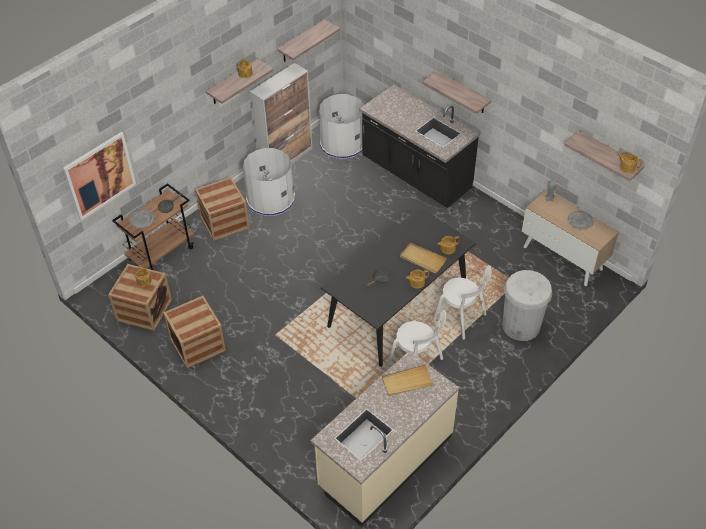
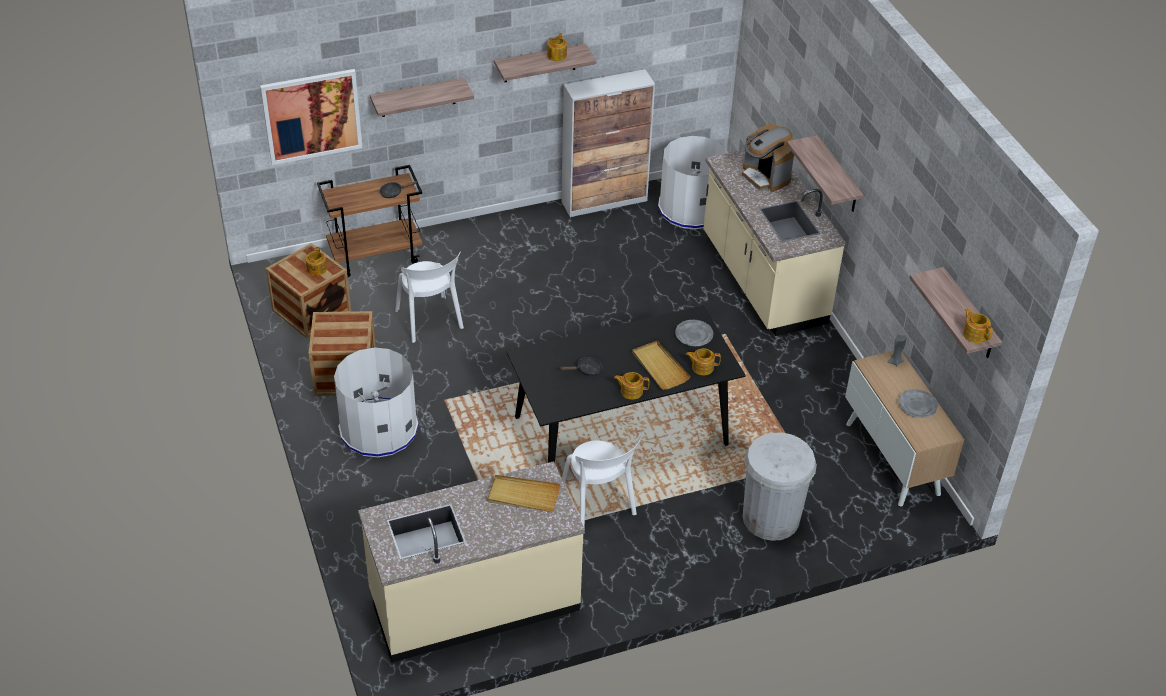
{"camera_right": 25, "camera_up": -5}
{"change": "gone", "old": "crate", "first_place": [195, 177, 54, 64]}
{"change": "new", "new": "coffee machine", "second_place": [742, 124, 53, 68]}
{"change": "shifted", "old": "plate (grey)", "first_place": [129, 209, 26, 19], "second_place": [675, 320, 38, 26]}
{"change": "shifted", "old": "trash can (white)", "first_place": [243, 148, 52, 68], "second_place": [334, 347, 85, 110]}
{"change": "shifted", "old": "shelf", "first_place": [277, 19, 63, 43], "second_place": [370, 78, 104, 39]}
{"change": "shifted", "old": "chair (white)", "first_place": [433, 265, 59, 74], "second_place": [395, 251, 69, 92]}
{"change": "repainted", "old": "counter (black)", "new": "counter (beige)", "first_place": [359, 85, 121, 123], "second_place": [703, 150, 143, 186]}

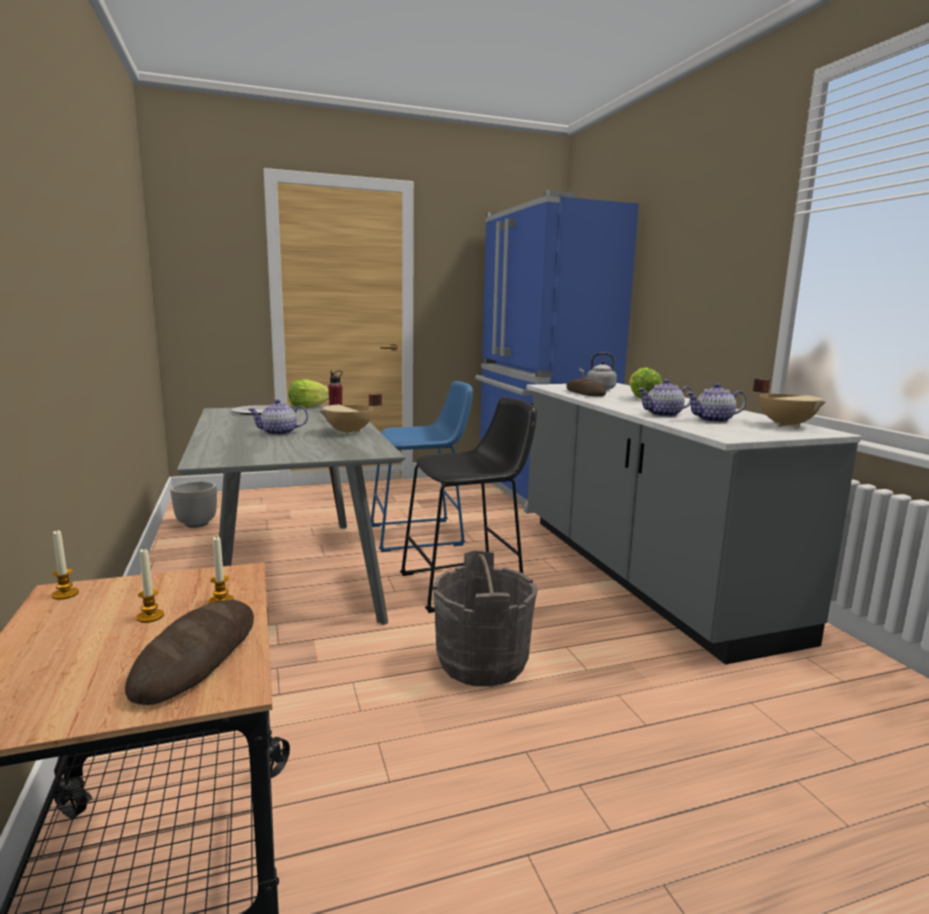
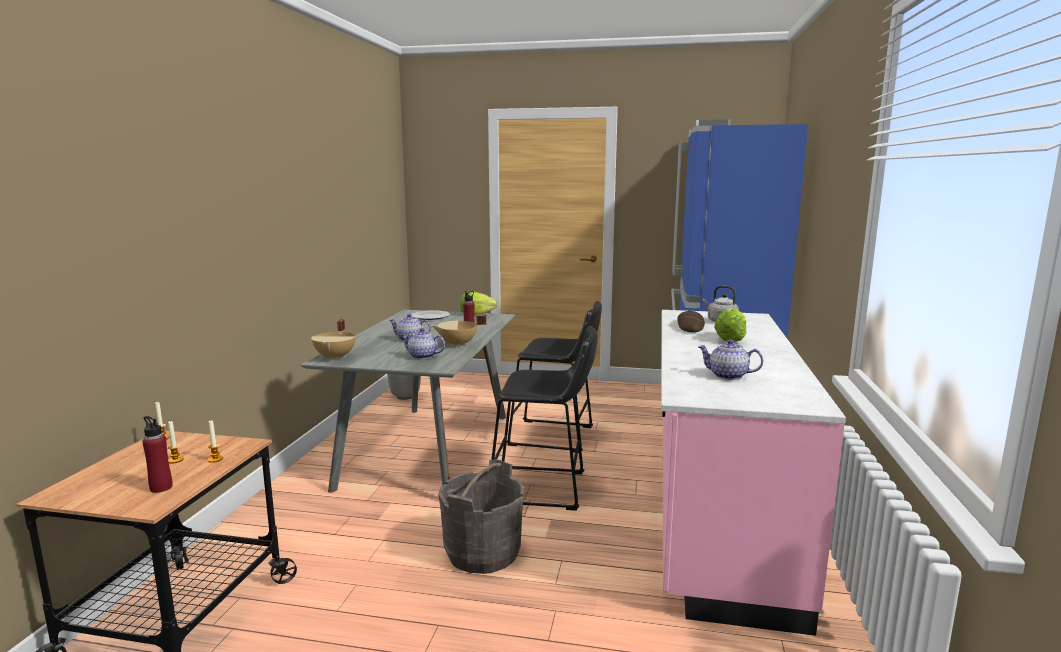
{"camera_right": 30, "camera_up": 0}
{"change": "shifted", "old": "teapot", "first_place": [638, 379, 55, 38], "second_place": [400, 328, 45, 31]}
{"change": "shifted", "old": "cooking pot (beige)", "first_place": [753, 378, 73, 50], "second_place": [311, 319, 45, 41]}
{"change": "swapped", "old": "bread", "new": "bottle (red)", "first_place": [125, 600, 129, 105], "second_place": [142, 416, 31, 77]}
{"change": "repainted", "old": "stool (blue)", "new": "stool (black)", "first_place": [371, 381, 102, 171], "second_place": [507, 301, 95, 152]}
{"change": "repainted", "old": "counter (grey)", "new": "counter (pink)", "first_place": [526, 383, 335, 282], "second_place": [661, 310, 185, 326]}

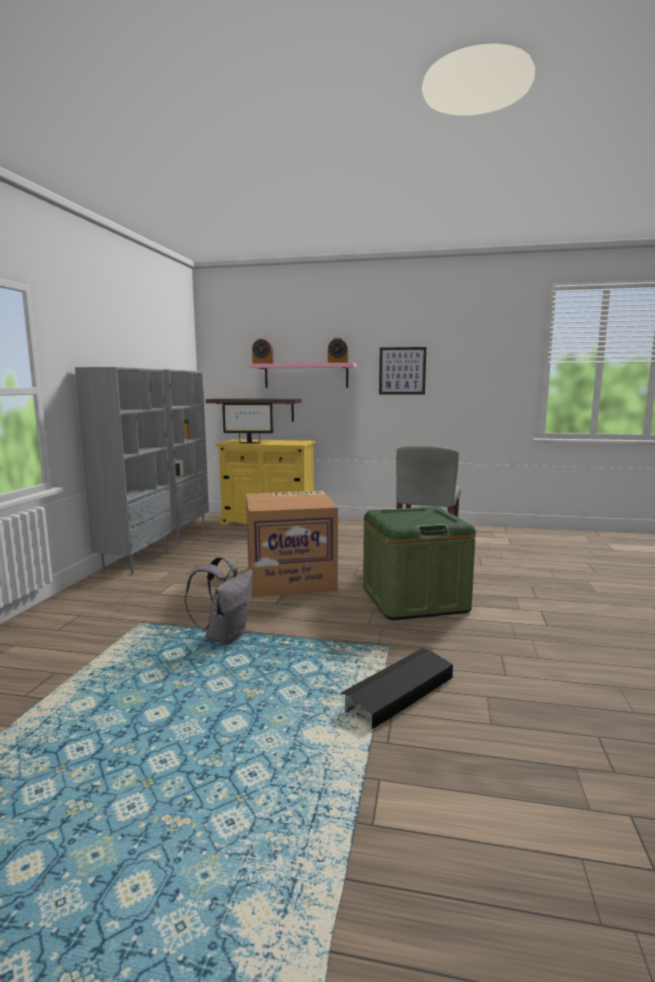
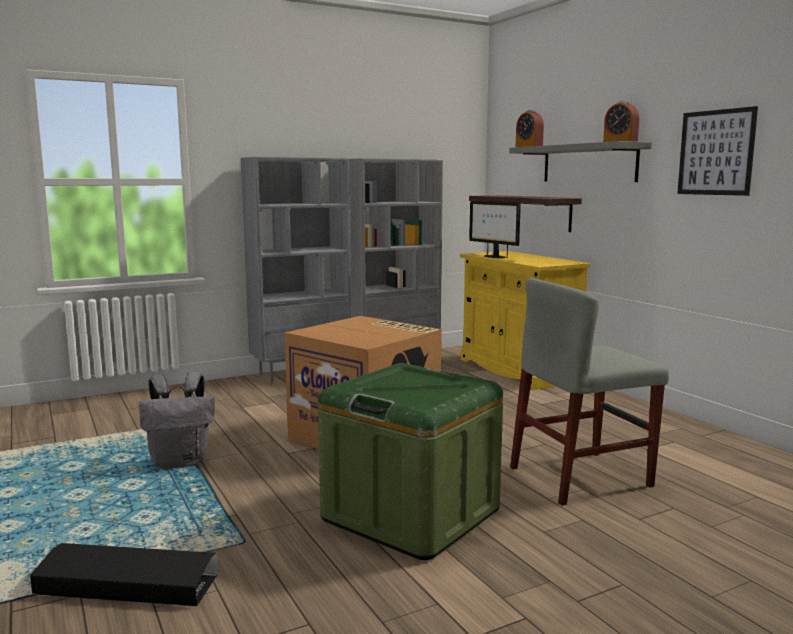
{"camera_right": 50, "camera_up": 0}
{"change": "repainted", "old": "shelf (pink)", "new": "shelf (grey)", "first_place": [248, 363, 109, 25], "second_place": [509, 141, 143, 41]}

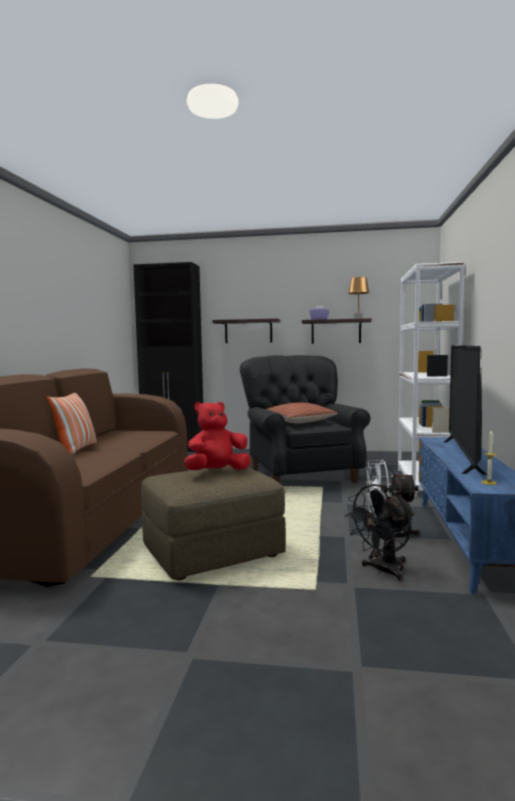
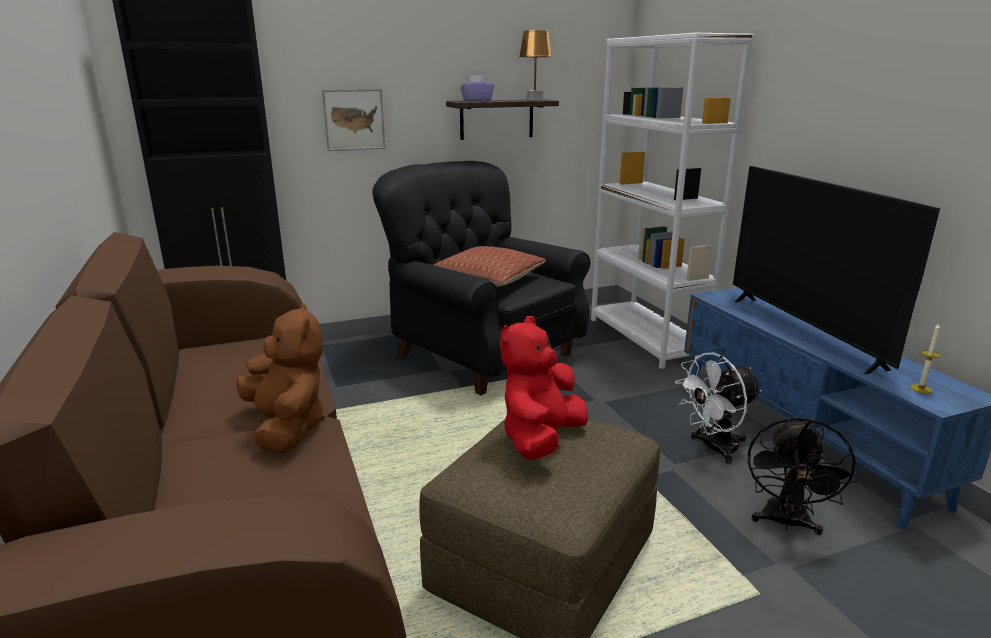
{"camera_right": -30, "camera_up": 15}
{"change": "gone", "old": "pillow", "first_place": [47, 393, 50, 62]}
{"change": "new", "new": "plush toy (brown)", "second_place": [237, 303, 88, 150]}
{"change": "swapped", "old": "shelf", "new": "picture", "first_place": [212, 318, 68, 25], "second_place": [322, 89, 63, 62]}

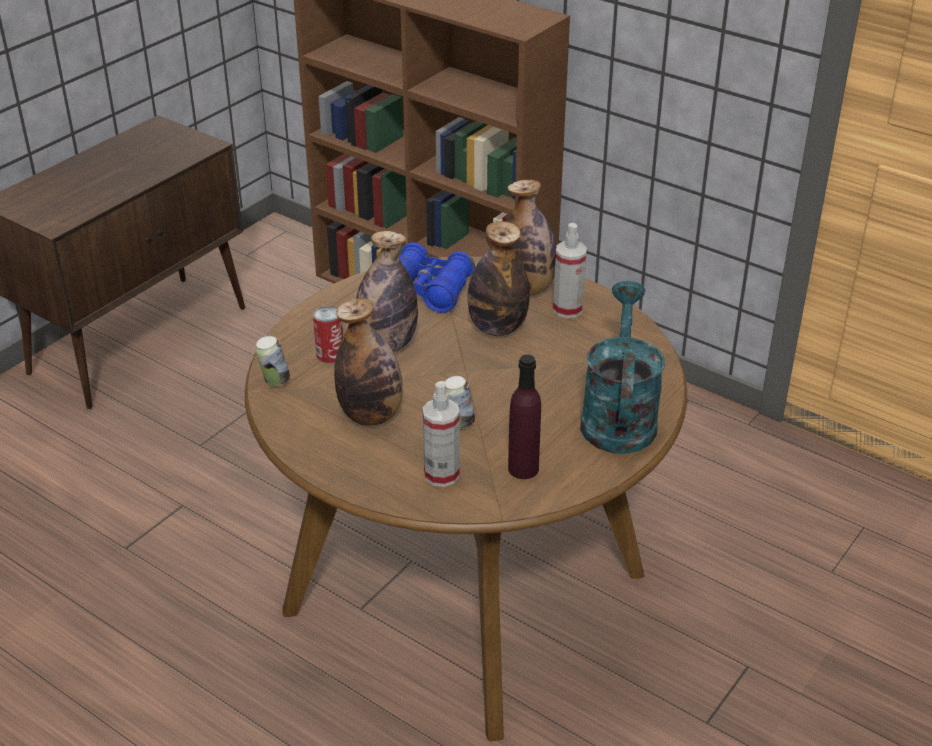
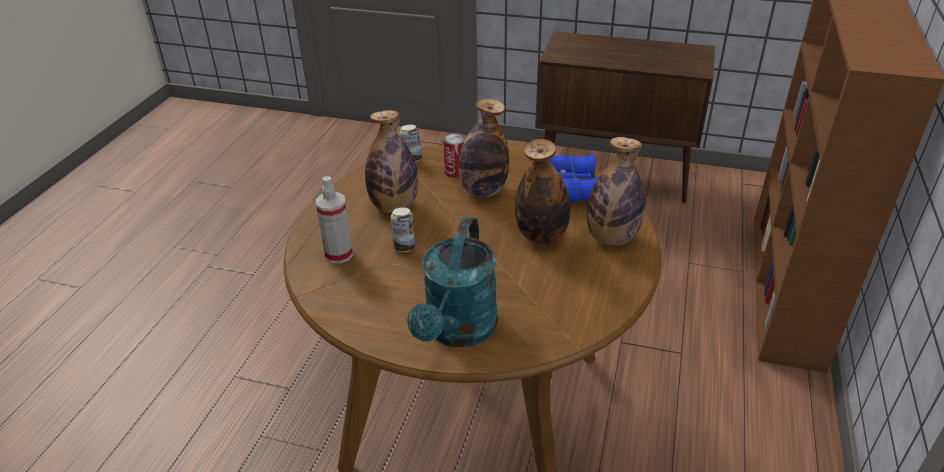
{"camera_right": 70, "camera_up": 0}
{"change": "gone", "old": "bottle (purple)", "first_place": [508, 355, 33, 124]}
{"change": "gone", "old": "spray bottle", "first_place": [553, 223, 34, 95]}
{"change": "rotated", "old": "watering can (turquoise)", "first_place": [580, 281, 85, 173], "second_place": [407, 217, 91, 130], "degrees": 120}

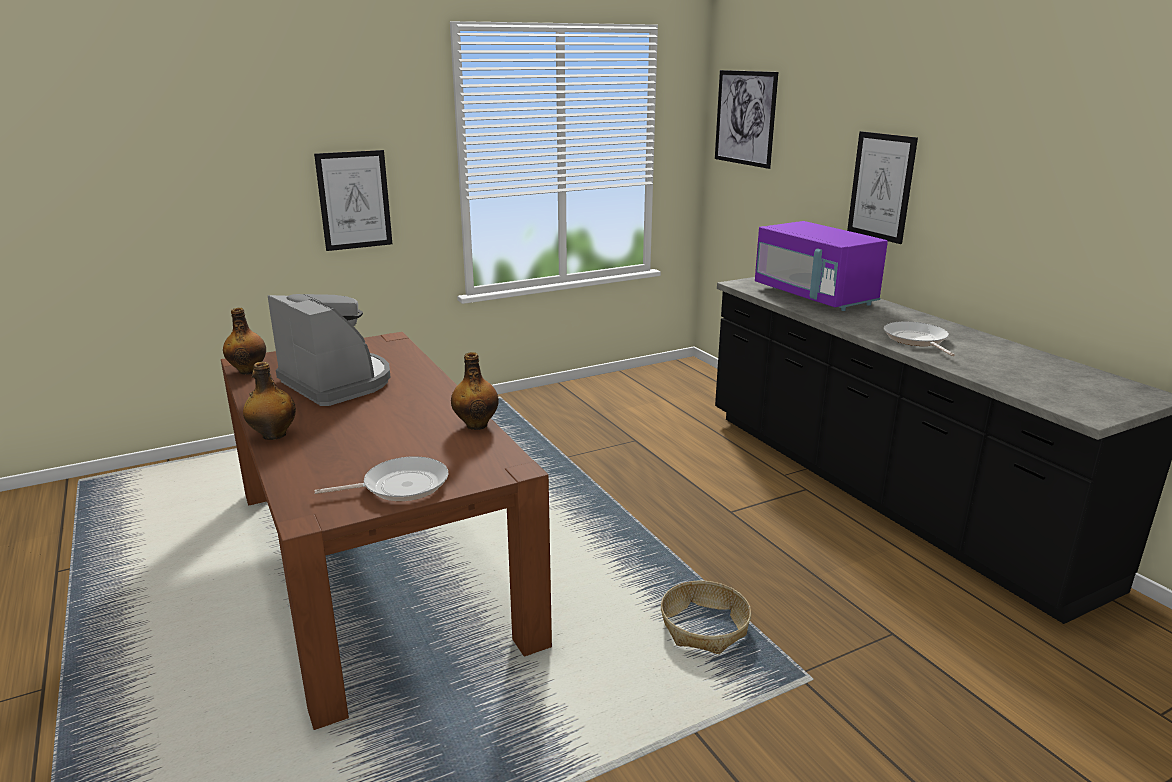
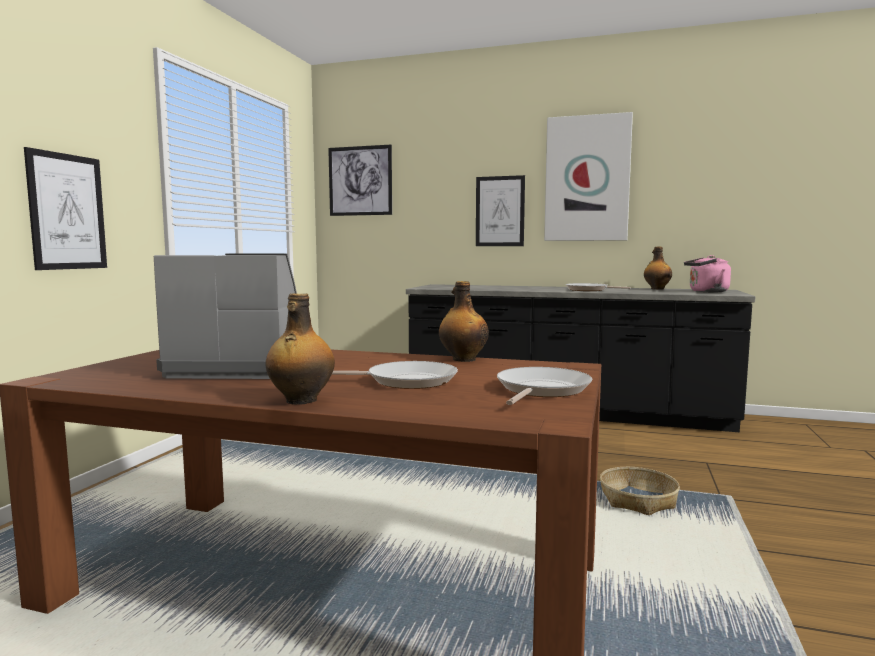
{"camera_right": -45, "camera_up": -15}
{"change": "gone", "old": "microwave (purple)", "first_place": [755, 221, 133, 90]}
{"change": "new", "new": "frying pan", "second_place": [332, 361, 126, 28]}
{"change": "new", "new": "picture", "second_place": [544, 112, 89, 129]}
{"change": "new", "new": "kettle (pink)", "second_place": [684, 255, 47, 37]}
{"change": "shifted", "old": "bottle", "first_place": [223, 308, 43, 67], "second_place": [644, 247, 28, 42]}

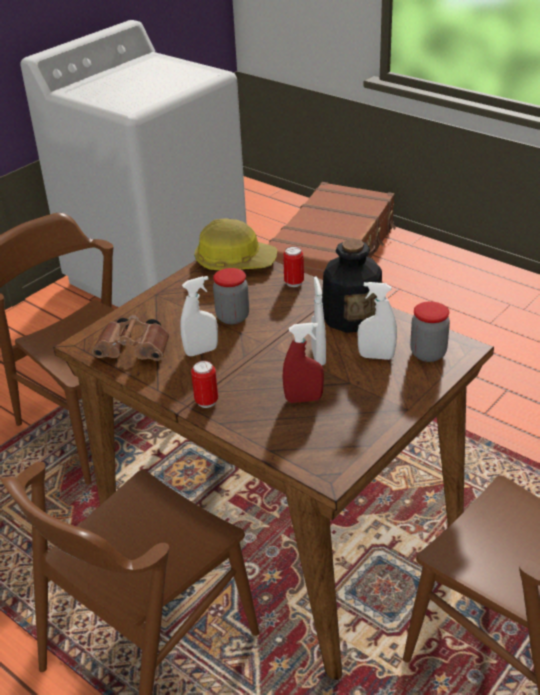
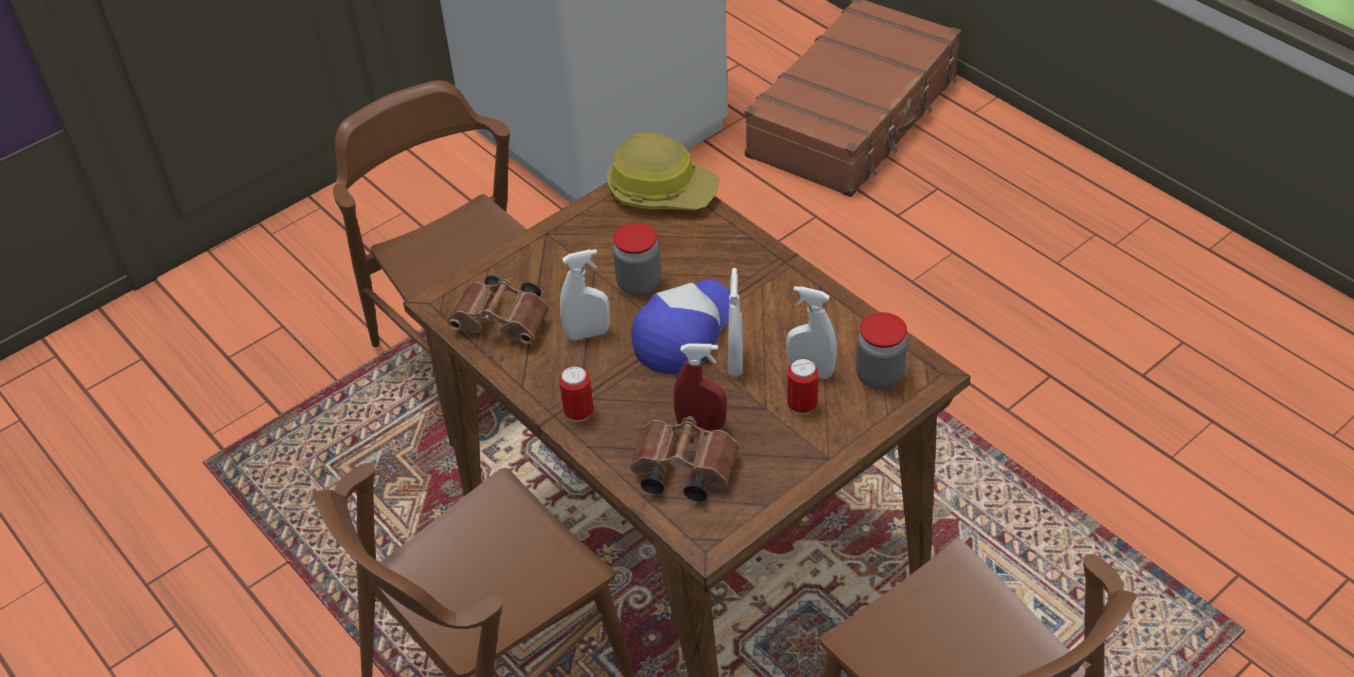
{"camera_right": 10, "camera_up": 10}
{"change": "gone", "old": "bottle", "first_place": [322, 239, 60, 94]}
{"change": "new", "new": "binoculars (brown)", "second_place": [630, 416, 109, 85]}
{"change": "new", "new": "cap", "second_place": [631, 279, 99, 95]}
{"change": "shifted", "old": "can", "first_place": [283, 246, 21, 41], "second_place": [787, 358, 32, 57]}

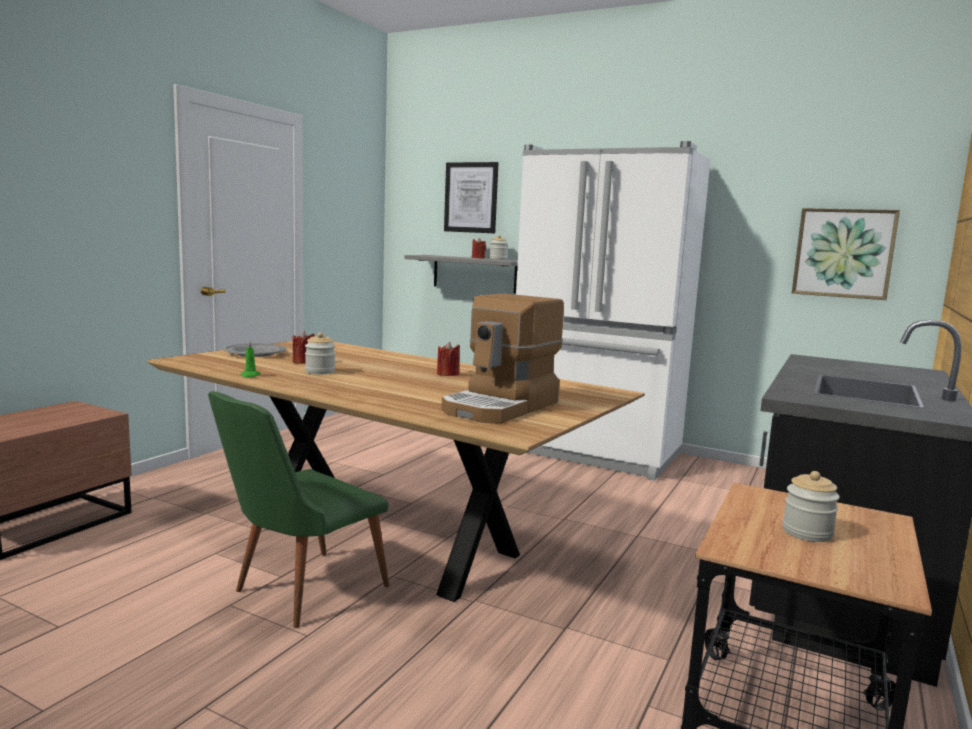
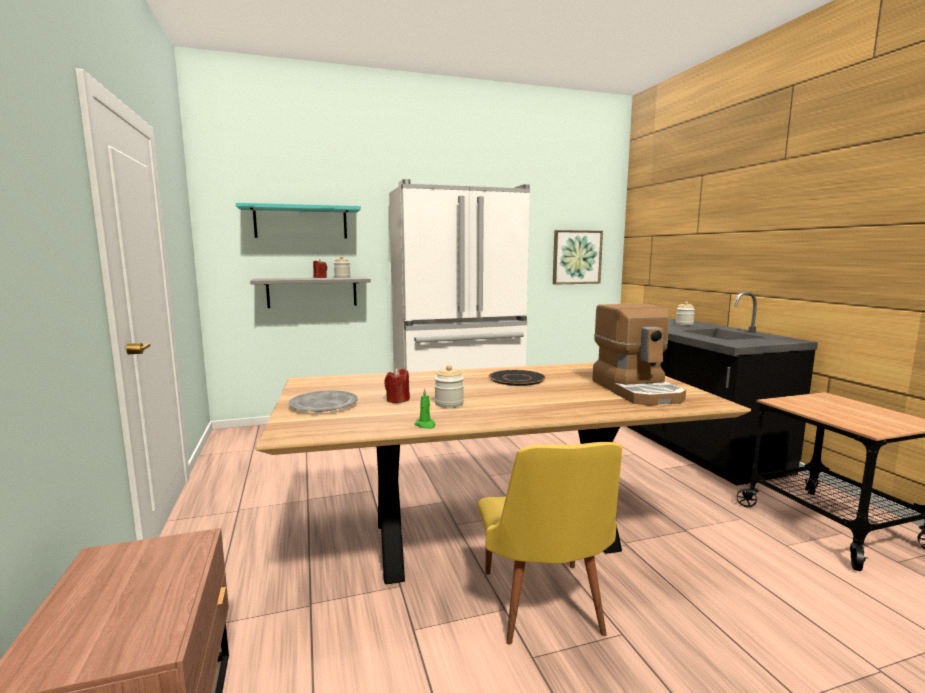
{"camera_right": -45, "camera_up": 0}
{"change": "shifted", "old": "jar", "first_place": [782, 471, 58, 71], "second_place": [676, 301, 19, 24]}
{"change": "swapped", "old": "candle (red)", "new": "plate (black)", "first_place": [437, 342, 23, 34], "second_place": [489, 370, 57, 16]}
{"change": "swapped", "old": "picture", "new": "shelf (turquoise)", "first_place": [444, 162, 54, 71], "second_place": [236, 203, 125, 35]}
{"change": "repainted", "old": "chair (green)", "new": "chair (yellow)", "first_place": [208, 391, 181, 237], "second_place": [478, 442, 144, 203]}

